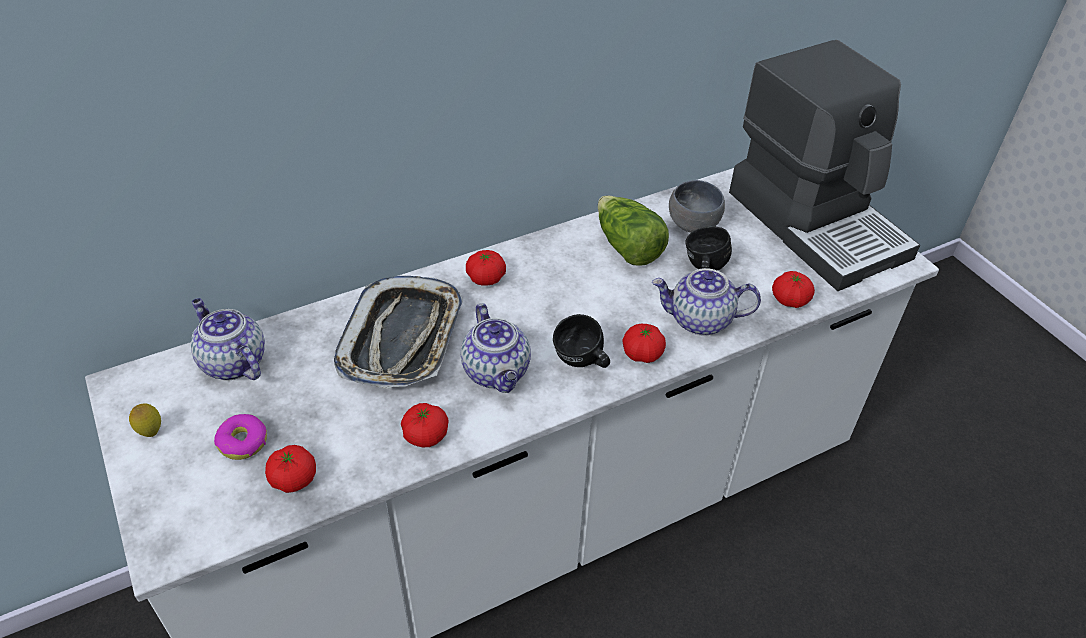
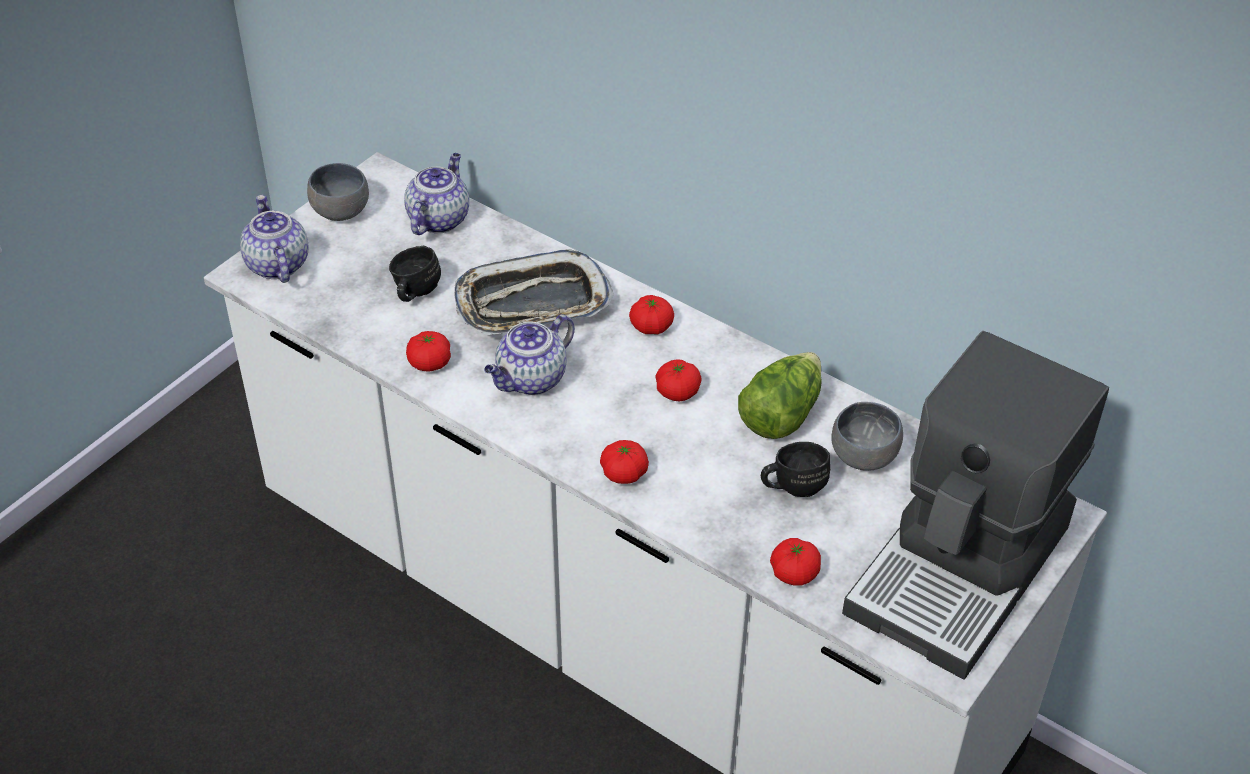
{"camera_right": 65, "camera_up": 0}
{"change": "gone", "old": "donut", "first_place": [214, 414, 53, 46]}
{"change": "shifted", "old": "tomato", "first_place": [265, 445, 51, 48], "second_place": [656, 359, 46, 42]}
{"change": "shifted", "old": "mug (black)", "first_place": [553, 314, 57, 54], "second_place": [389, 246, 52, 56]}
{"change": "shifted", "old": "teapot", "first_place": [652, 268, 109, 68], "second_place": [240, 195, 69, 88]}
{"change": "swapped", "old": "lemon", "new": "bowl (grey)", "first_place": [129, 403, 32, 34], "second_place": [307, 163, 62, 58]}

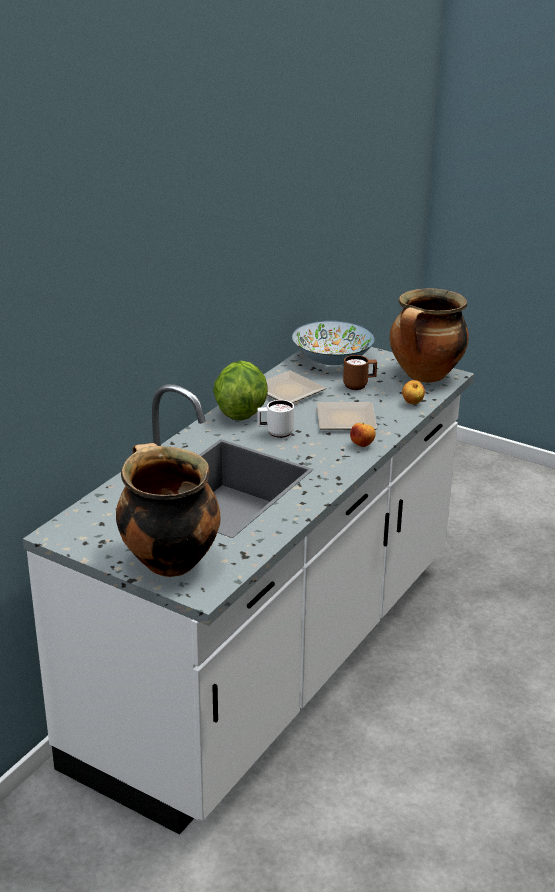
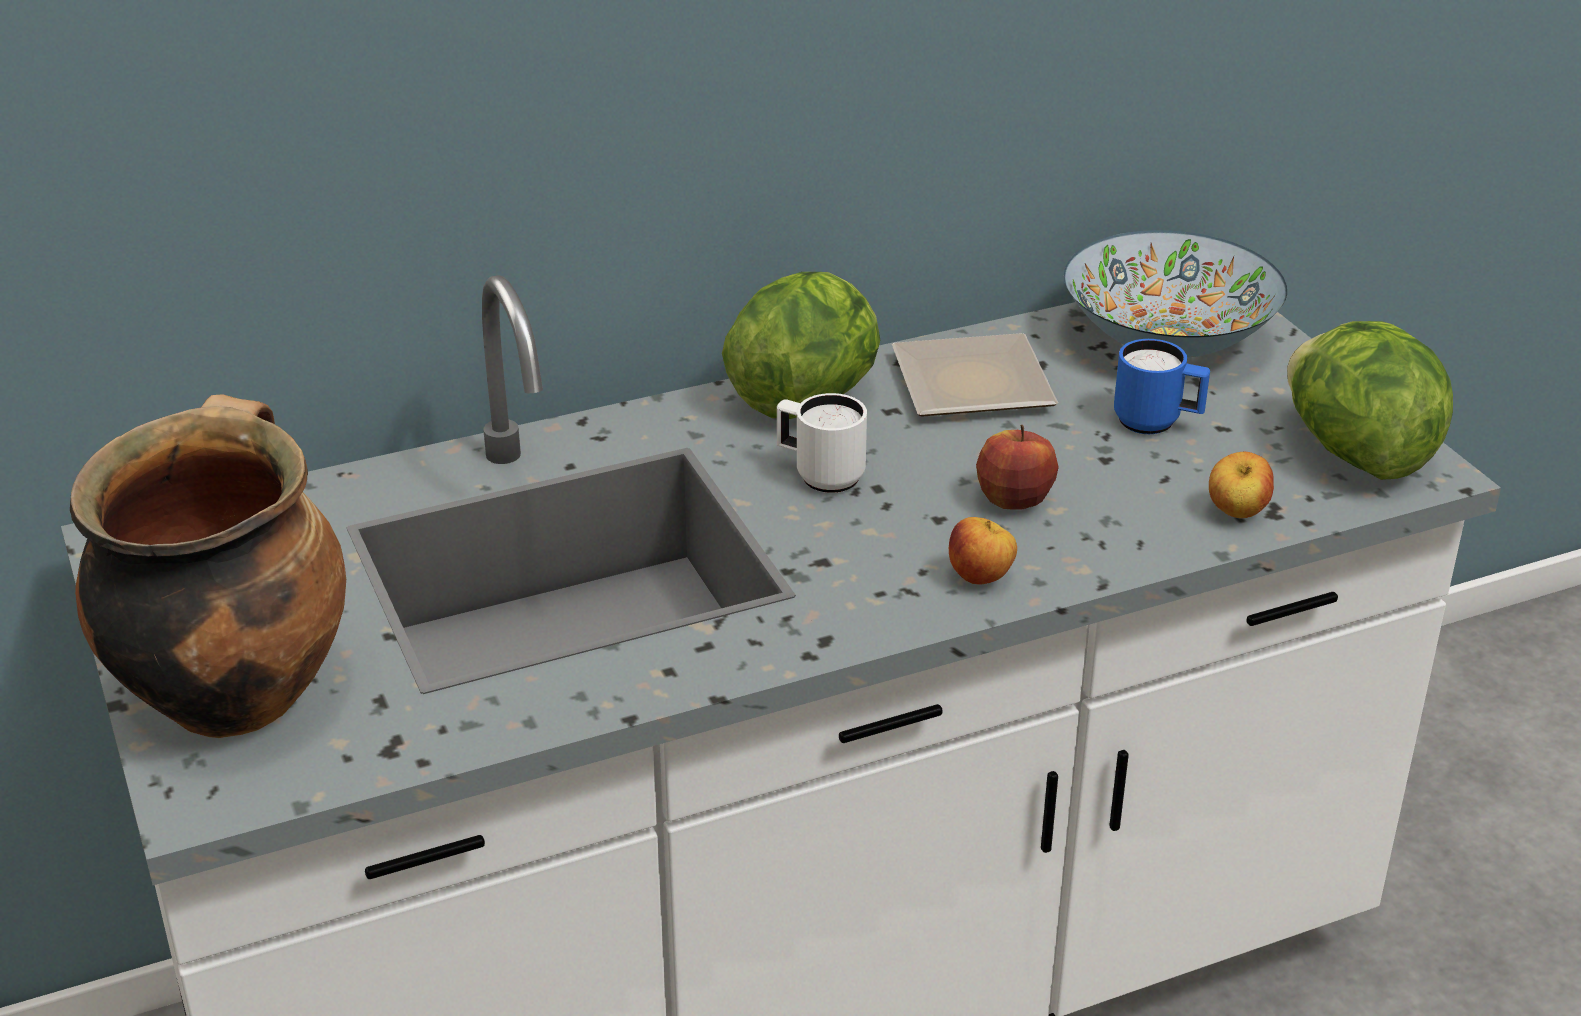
{"camera_right": 35, "camera_up": 5}
{"change": "swapped", "old": "plate", "new": "apple", "first_place": [317, 402, 60, 28], "second_place": [976, 425, 83, 85]}
{"change": "swapped", "old": "cooking pot", "new": "lettuce", "first_place": [390, 288, 79, 95], "second_place": [1287, 321, 166, 159]}
{"change": "repainted", "old": "mug (brown)", "new": "mug (blue)", "first_place": [343, 355, 34, 35], "second_place": [1114, 339, 96, 95]}

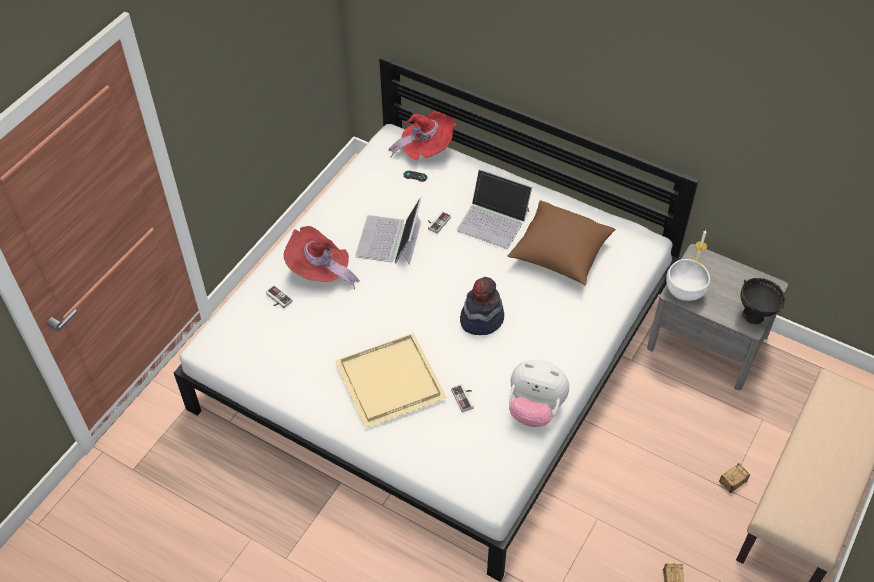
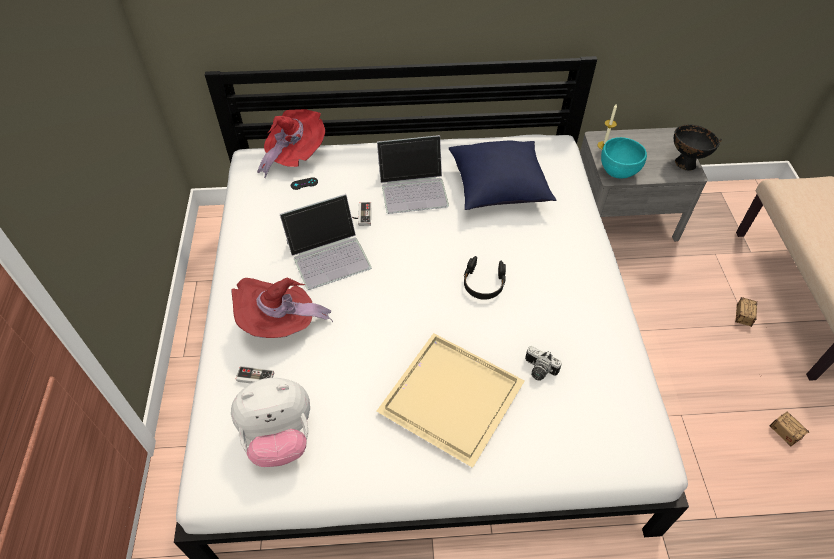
{"camera_right": -35, "camera_up": 0}
{"change": "shifted", "old": "plush toy", "first_place": [509, 360, 60, 67], "second_place": [231, 378, 79, 89]}
{"change": "swapped", "old": "game controller", "new": "photo camera", "first_place": [451, 384, 23, 28], "second_place": [525, 346, 37, 35]}
{"change": "swapped", "old": "hat", "new": "headphones (black)", "first_place": [460, 277, 44, 58], "second_place": [464, 256, 42, 44]}
{"change": "repainted", "old": "pillow (brown)", "new": "pillow (blue)", "first_place": [508, 200, 108, 86], "second_place": [449, 141, 107, 69]}
{"change": "repainted", "old": "bowl (white)", "new": "bowl (turquoise)", "first_place": [666, 259, 44, 42], "second_place": [601, 137, 46, 41]}
{"change": "rotated", "old": "laptop", "first_place": [355, 197, 67, 68], "second_place": [280, 194, 92, 96], "degrees": -90}

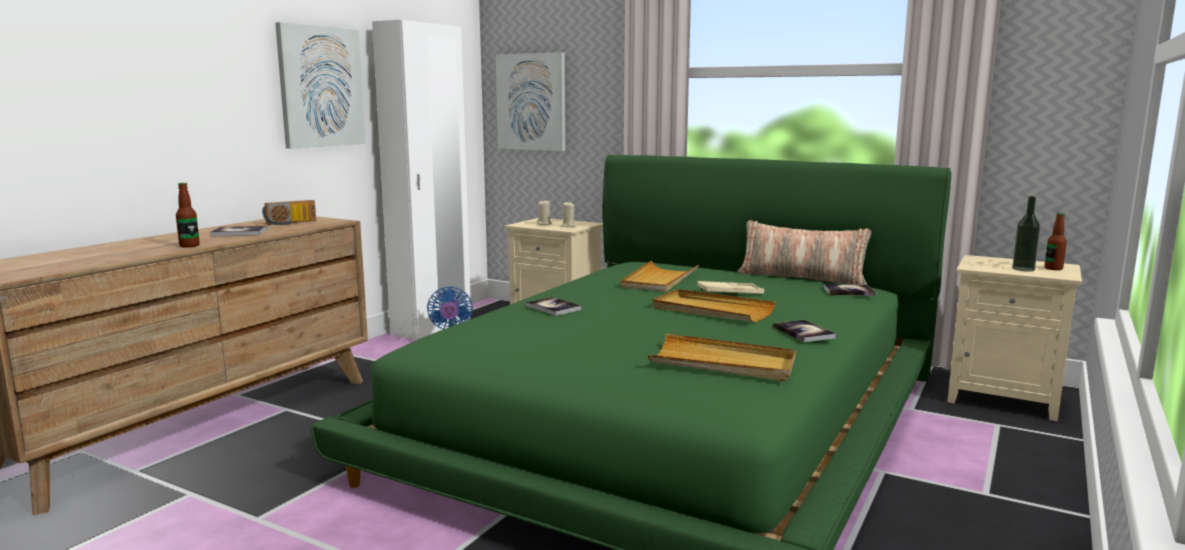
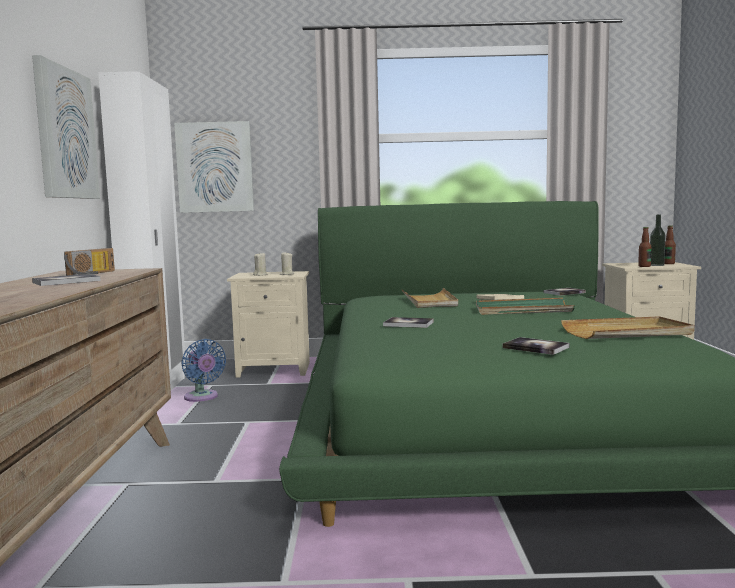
{"camera_right": -30, "camera_up": -5}
{"change": "gone", "old": "pillow", "first_place": [738, 220, 133, 65]}
{"change": "shifted", "old": "bottle", "first_place": [176, 183, 24, 64], "second_place": [638, 227, 13, 40]}
{"change": "shifted", "old": "book", "first_place": [773, 320, 63, 22], "second_place": [503, 337, 66, 18]}
{"change": "repainted", "old": "tray (beige)", "new": "tray (green)", "first_place": [652, 289, 124, 33], "second_place": [476, 298, 99, 17]}

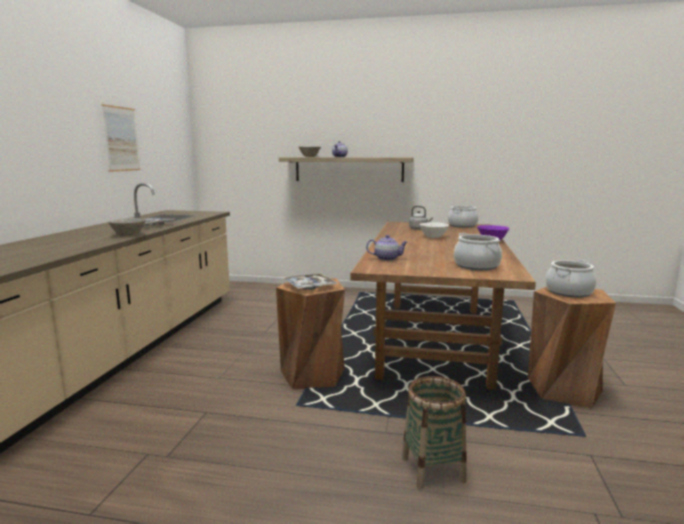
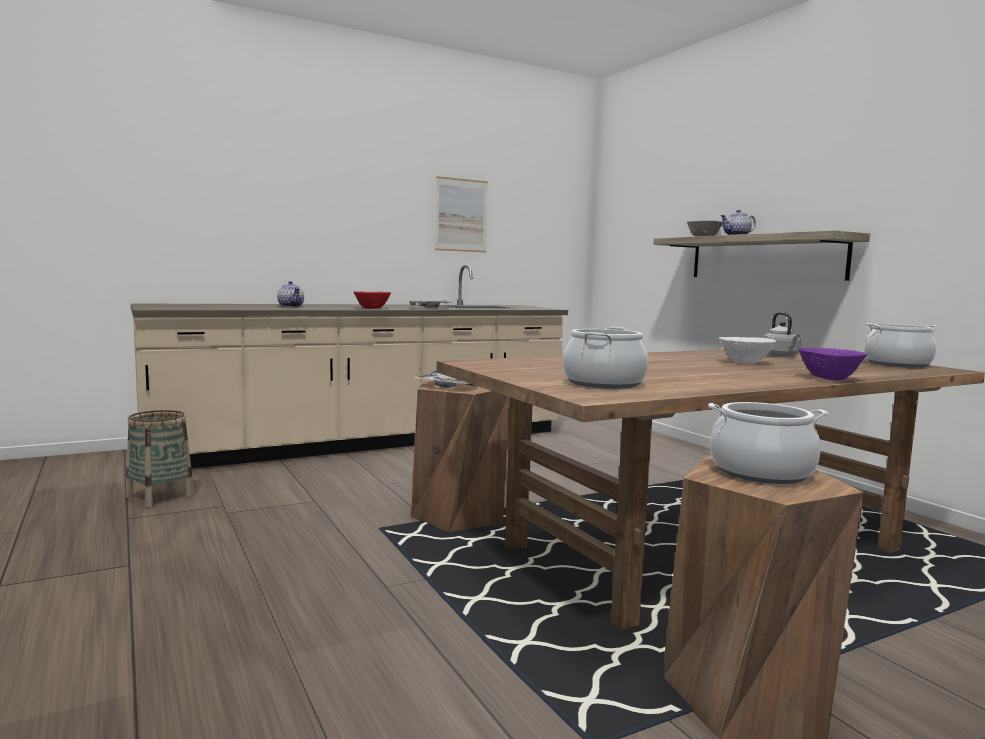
{"camera_right": 50, "camera_up": -5}
{"change": "shifted", "old": "teapot", "first_place": [366, 235, 42, 26], "second_place": [277, 281, 27, 26]}
{"change": "shifted", "old": "basket", "first_place": [402, 376, 65, 113], "second_place": [126, 410, 68, 98]}
{"change": "repainted", "old": "bowl (grey)", "new": "bowl (red)", "first_place": [108, 218, 38, 18], "second_place": [353, 291, 38, 18]}

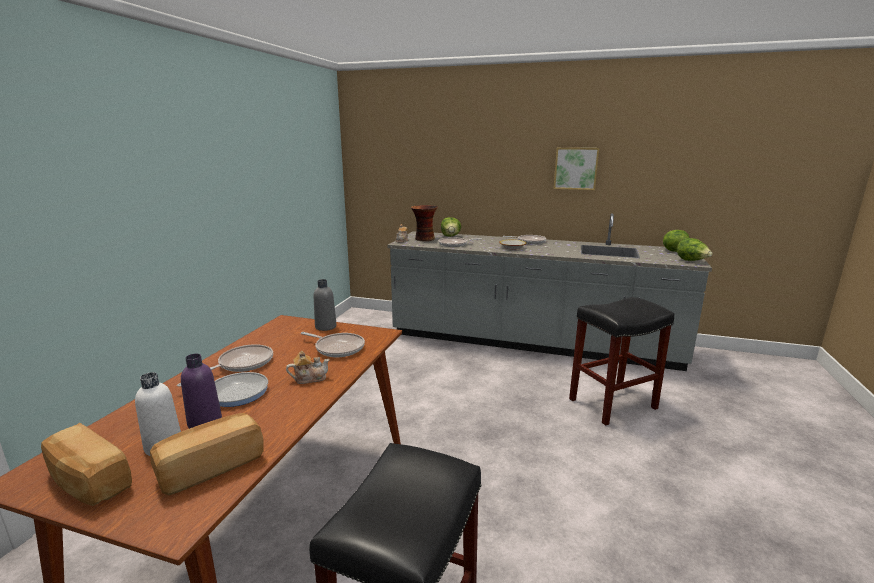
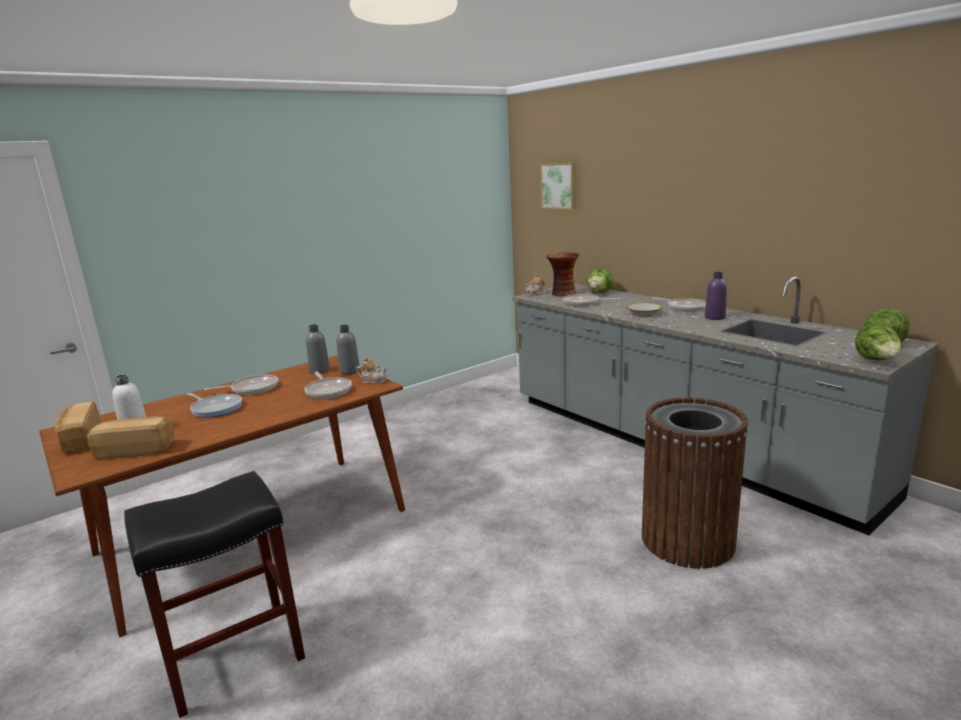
{"camera_right": 35, "camera_up": 0}
{"change": "new", "new": "bottle (grey)", "second_place": [306, 324, 24, 50]}
{"change": "shifted", "old": "bottle (purple)", "first_place": [181, 354, 41, 75], "second_place": [705, 272, 22, 48]}
{"change": "shifted", "old": "teapot", "first_place": [286, 351, 44, 33], "second_place": [356, 357, 31, 27]}
{"change": "shifted", "old": "picture", "first_place": [554, 148, 45, 42], "second_place": [540, 163, 36, 47]}
{"change": "swapped", "old": "stool (black)", "new": "trash can (brown)", "first_place": [569, 297, 105, 129], "second_place": [642, 397, 106, 172]}

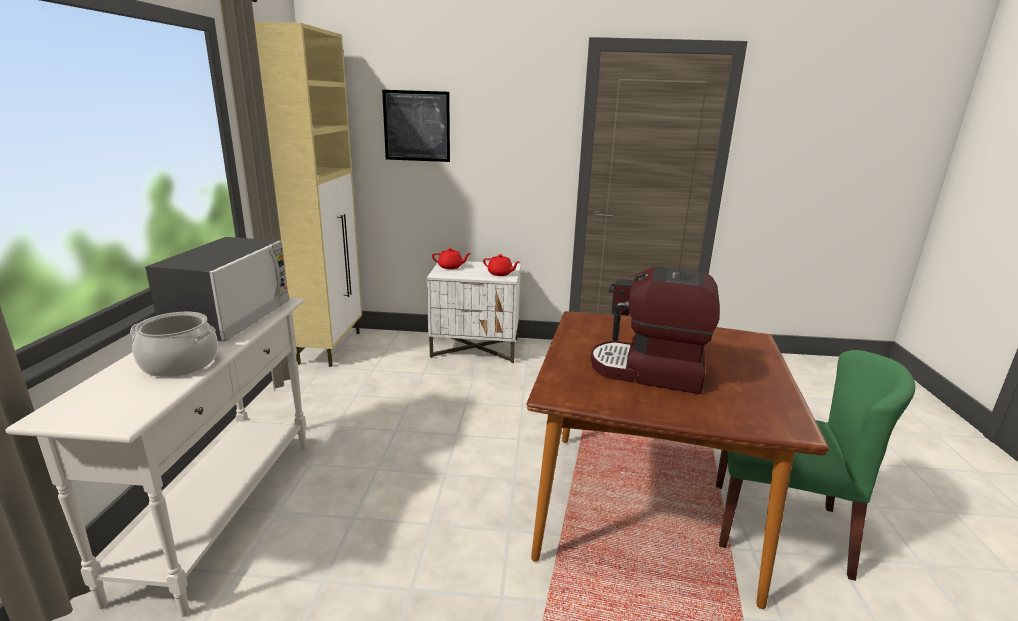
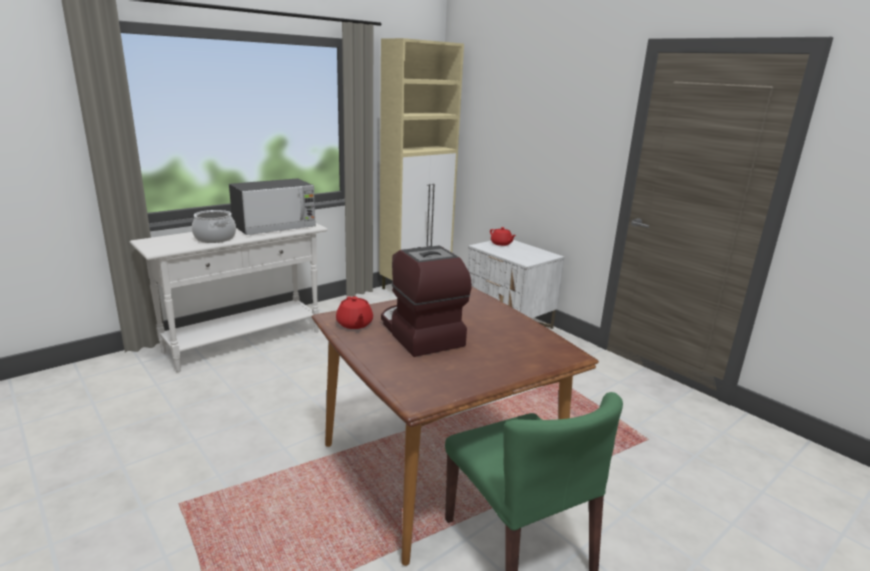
{"camera_right": 45, "camera_up": 0}
{"change": "gone", "old": "picture", "first_place": [382, 90, 68, 72]}
{"change": "shifted", "old": "teapot (red)", "first_place": [483, 254, 37, 22], "second_place": [336, 296, 37, 33]}

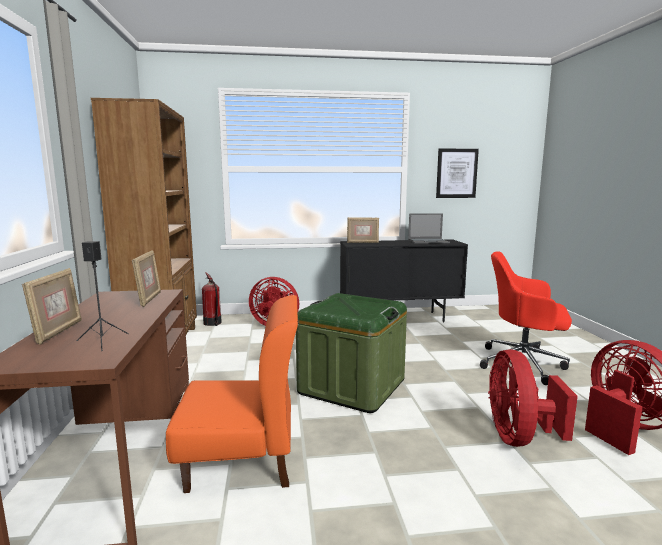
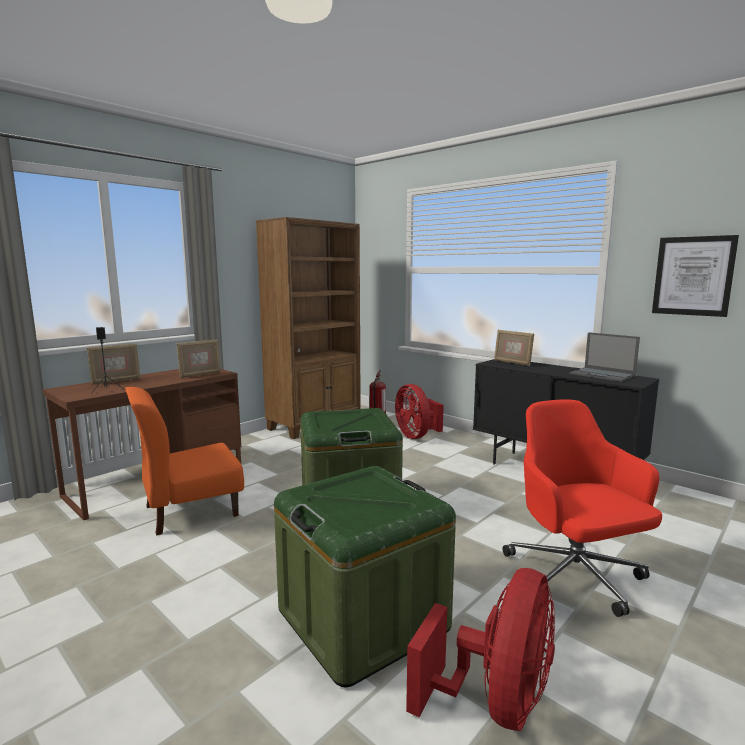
{"camera_right": 50, "camera_up": 0}
{"change": "swapped", "old": "fan (red)", "new": "storage box (green)", "first_place": [488, 349, 90, 98], "second_place": [274, 466, 182, 221]}
{"change": "rotated", "old": "chair (orange)", "first_place": [166, 295, 132, 198], "second_place": [125, 387, 119, 149], "degrees": 105}

